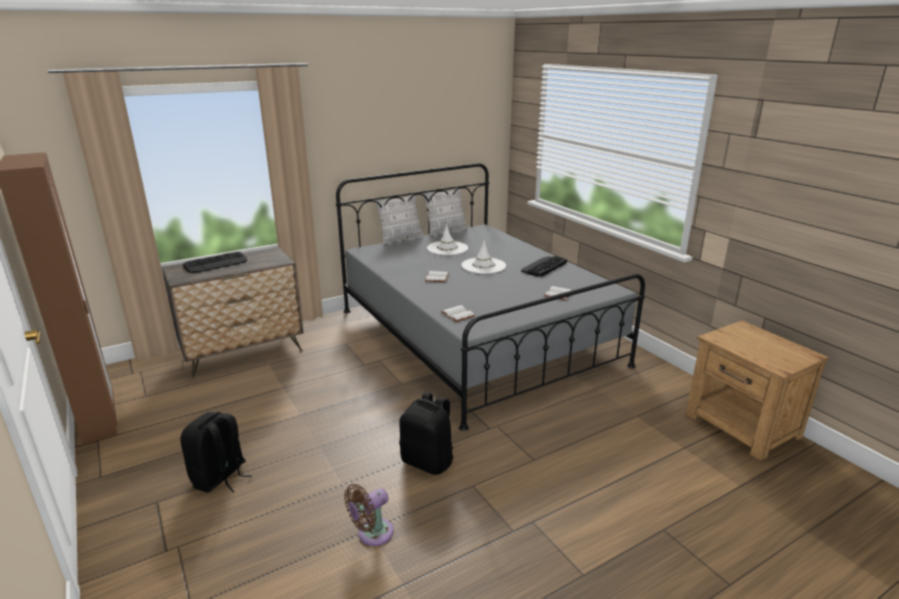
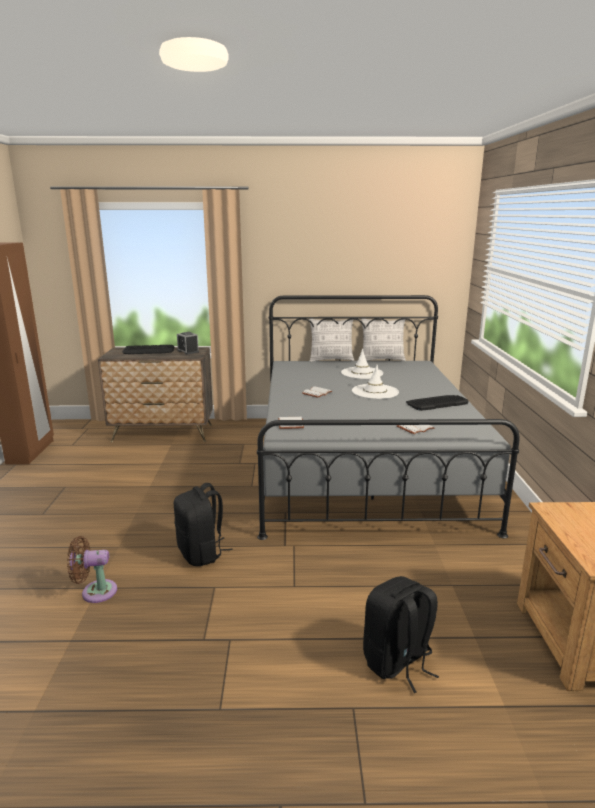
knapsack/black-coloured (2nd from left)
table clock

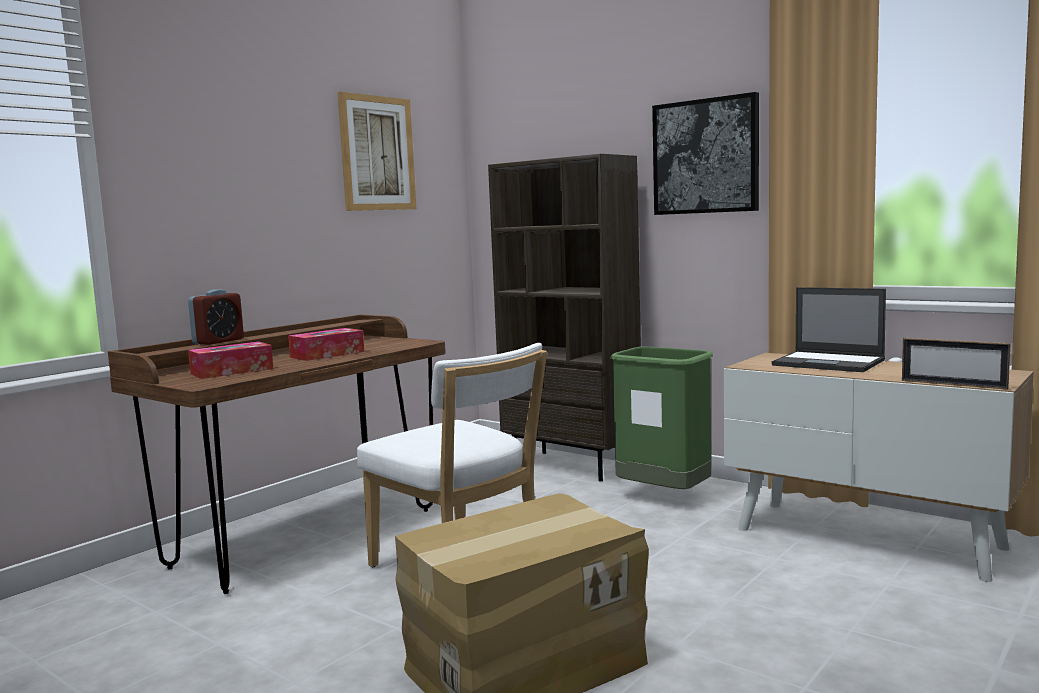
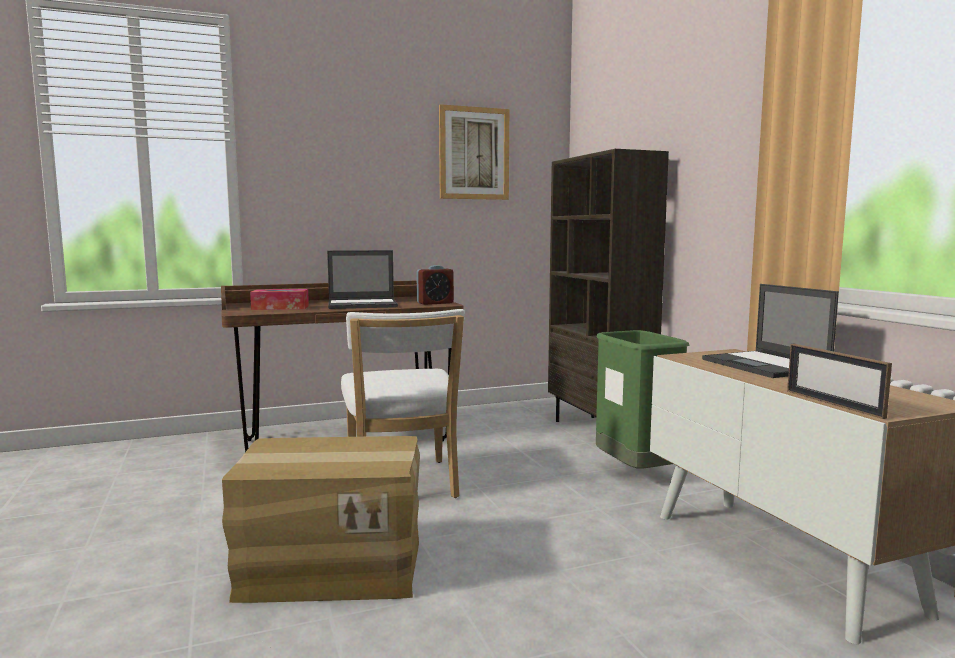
table clock
laptop (1st from left)
wall picture (2nd from left in the first image)

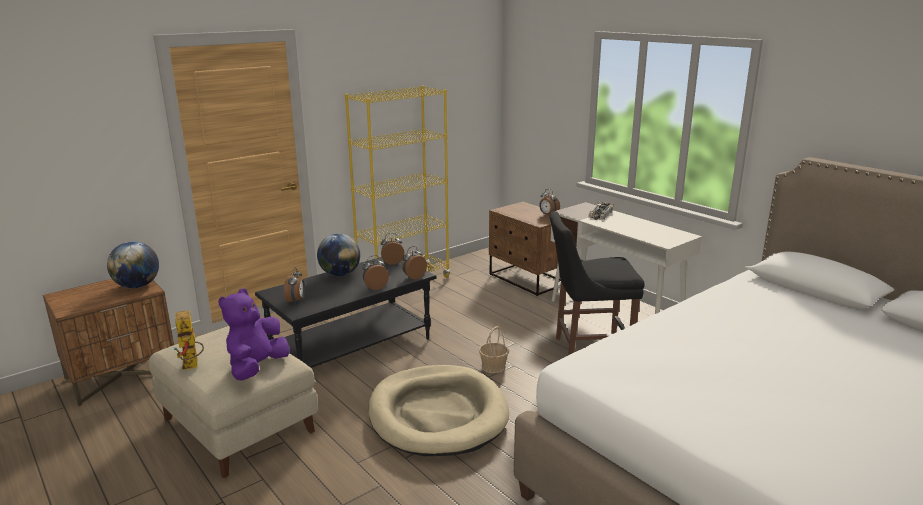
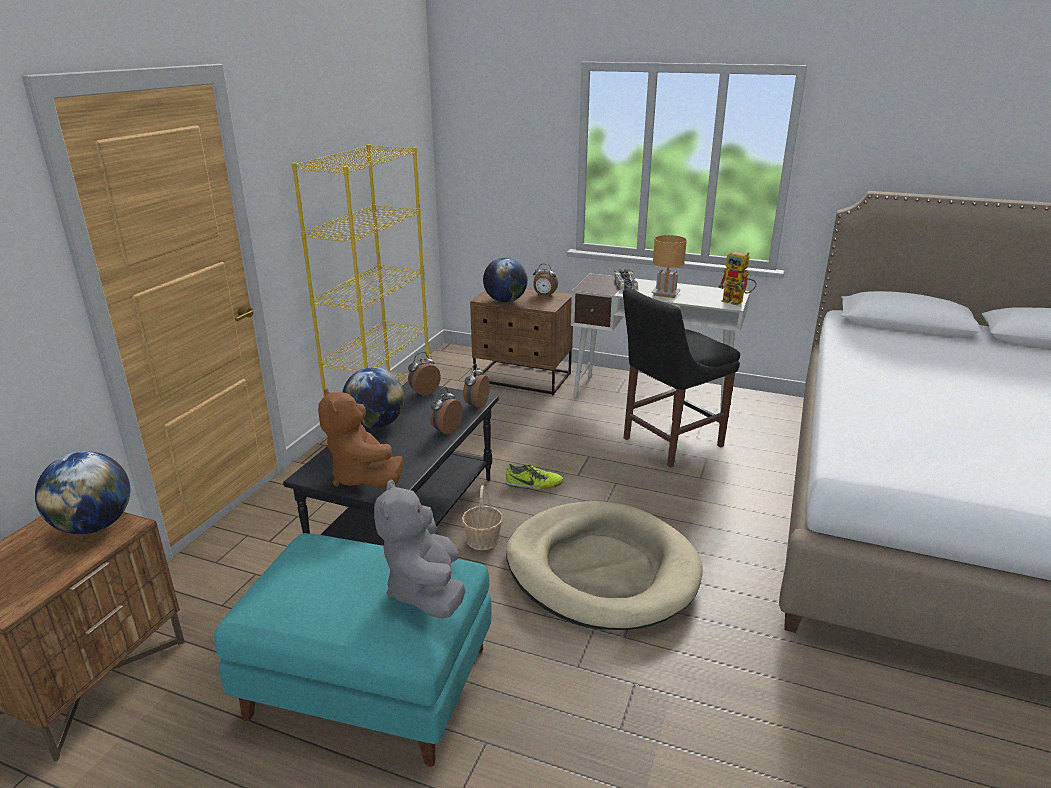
pouffe/turquoise-coloured
robot figure
soft toy/gray
soft toy/brown
household basket
desk globe (3rd from left)
shoe
lamp for a table/brown

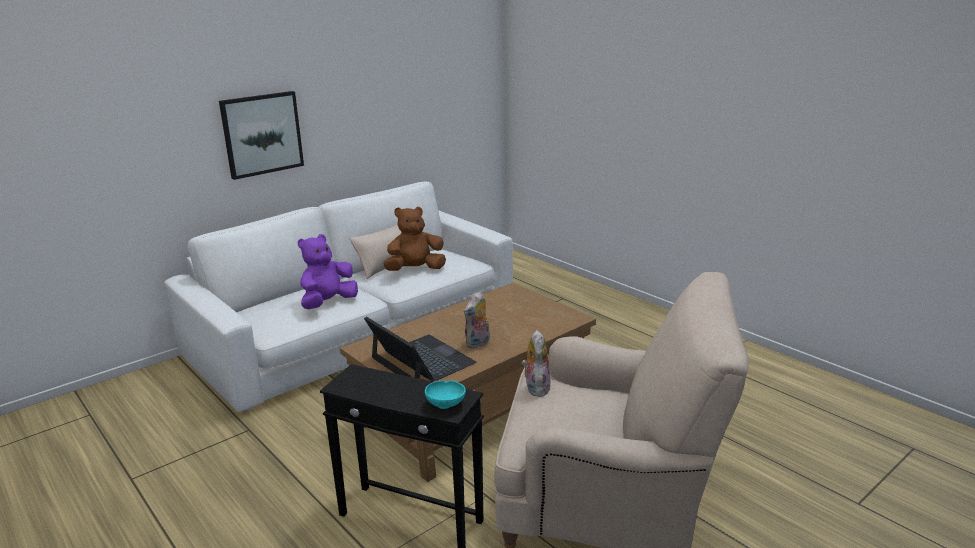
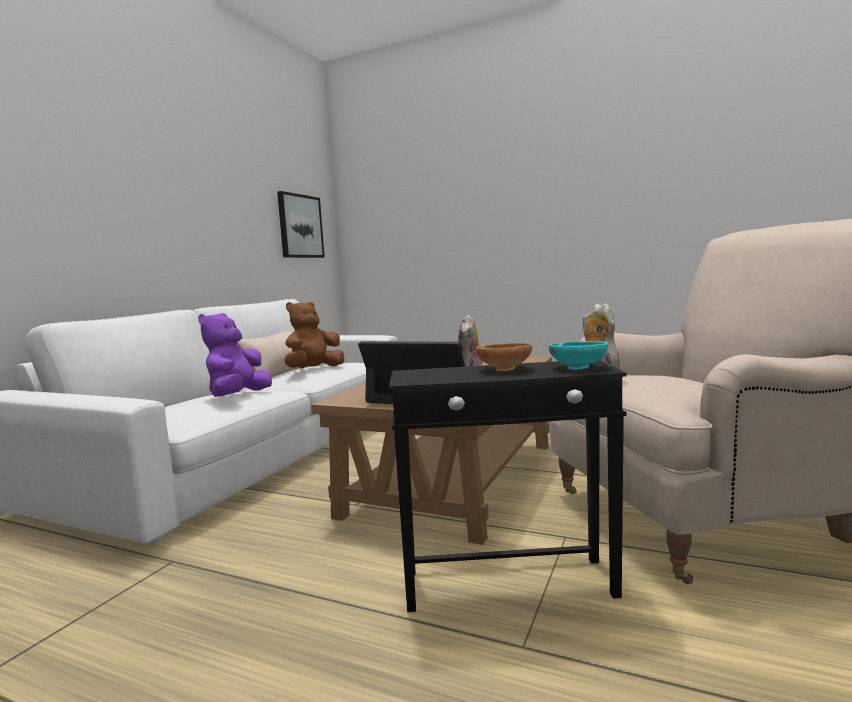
wall picture
serving bowl/brown

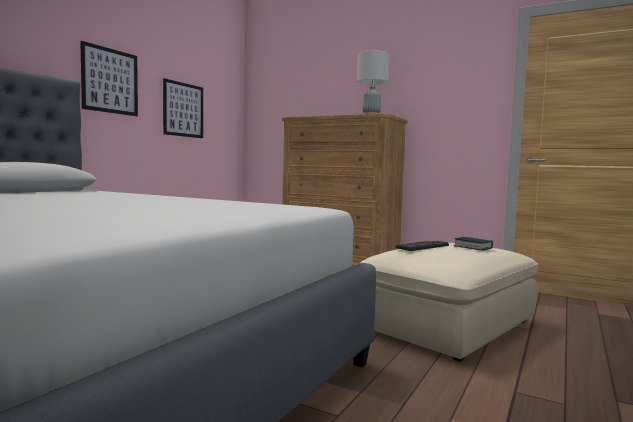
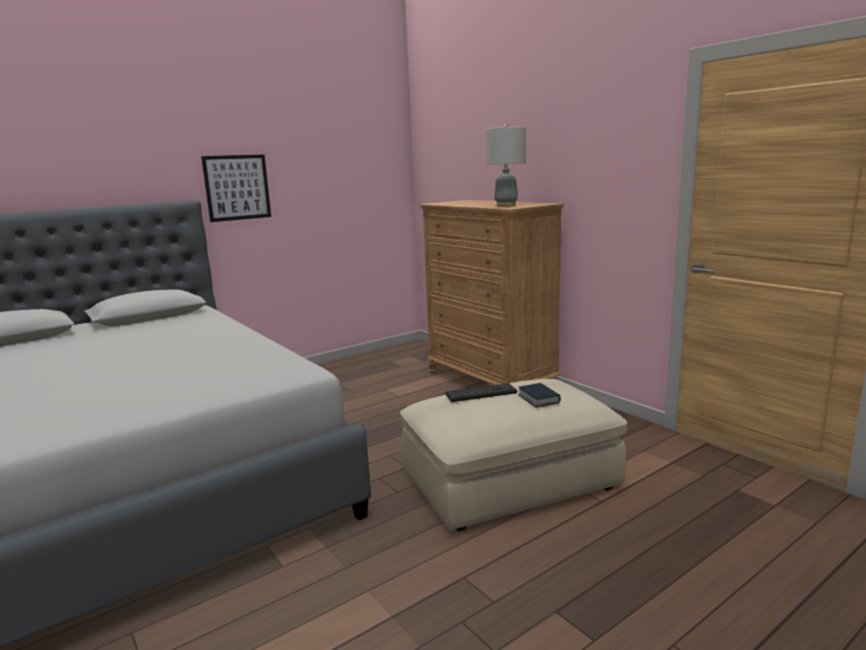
wall picture (2nd from left in the first image)

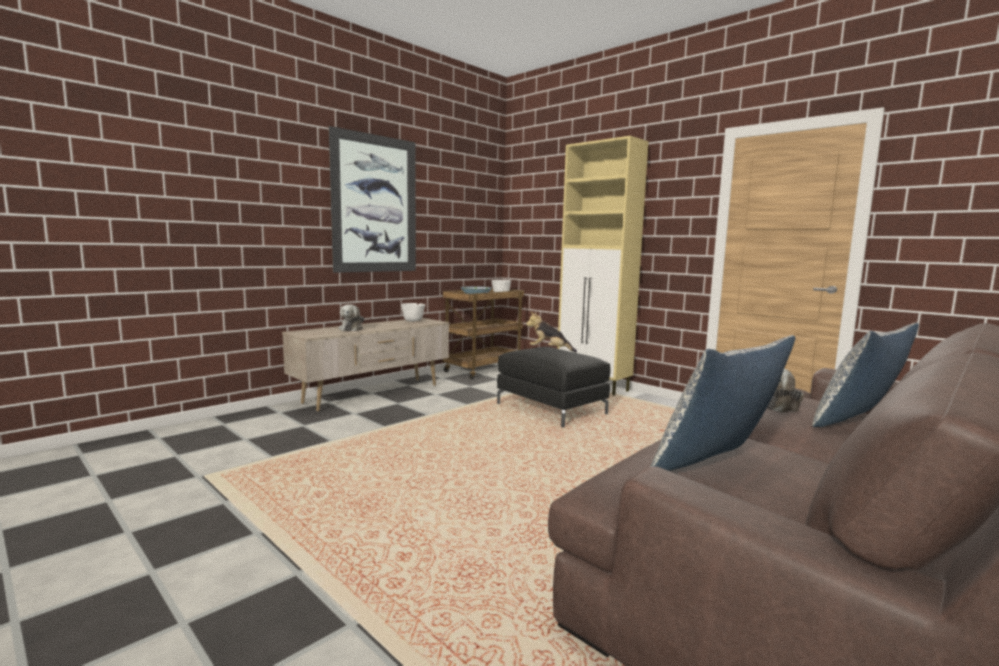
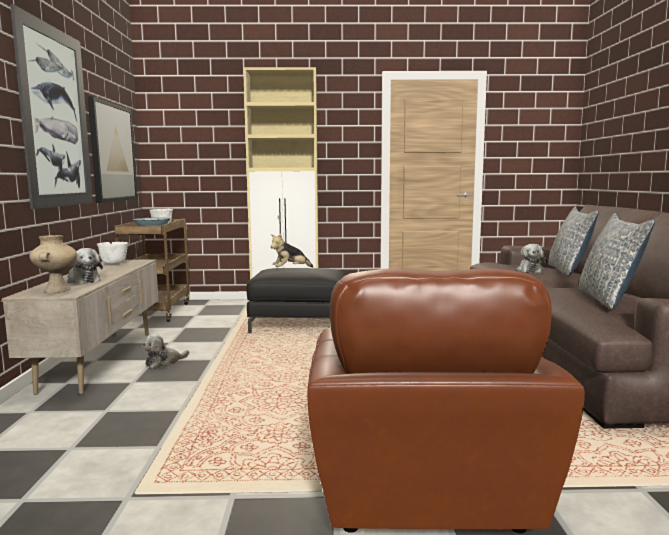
vase/beige-coloured
wall picture (2nd from left)
soft toy (2nd from left)
armchair/brown

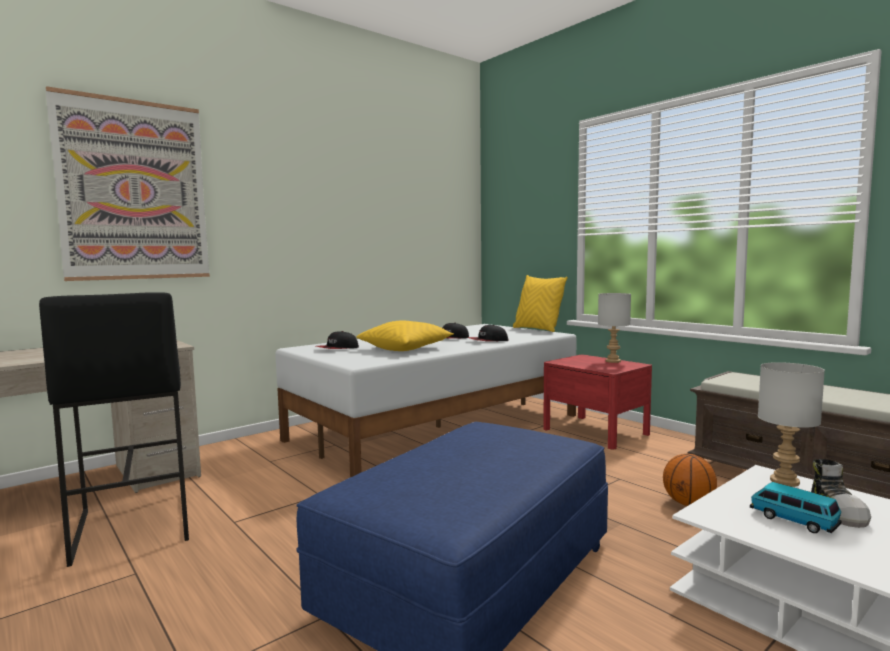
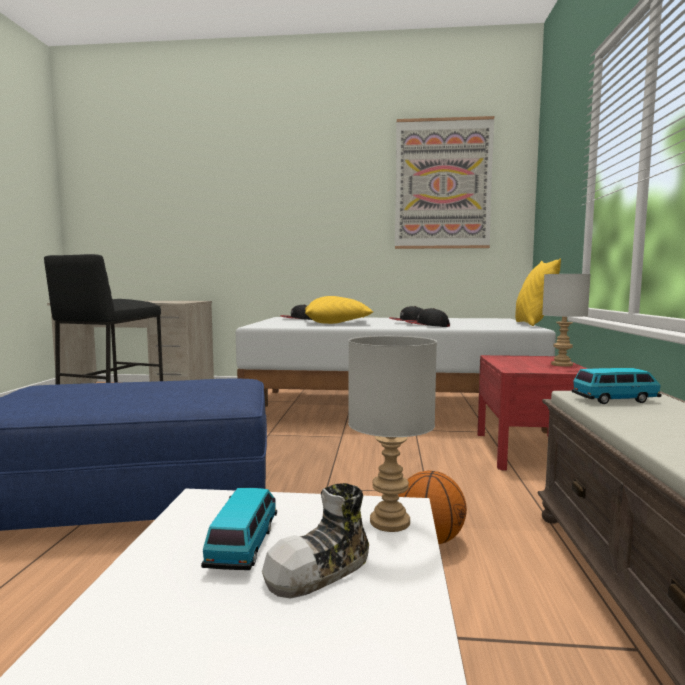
wall picture
toy car (2nd from left)

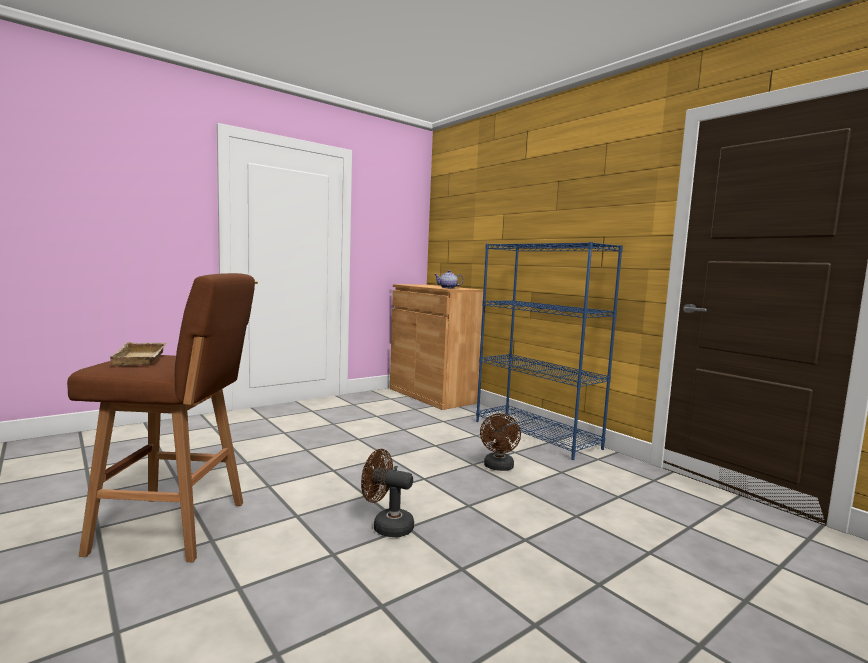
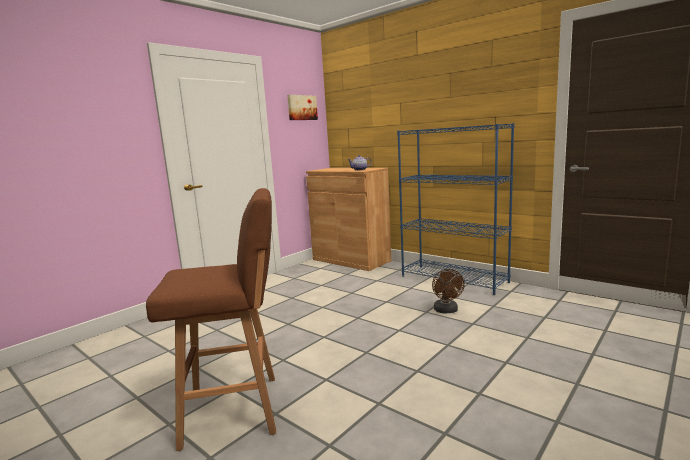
tray/beige-coloured
fan/brown (1st from left in the first image)
wall picture

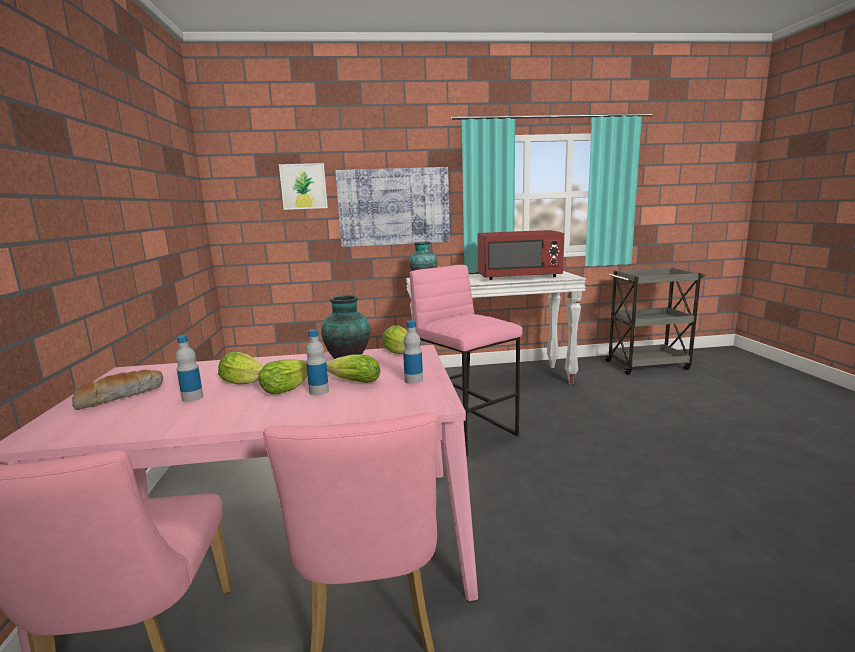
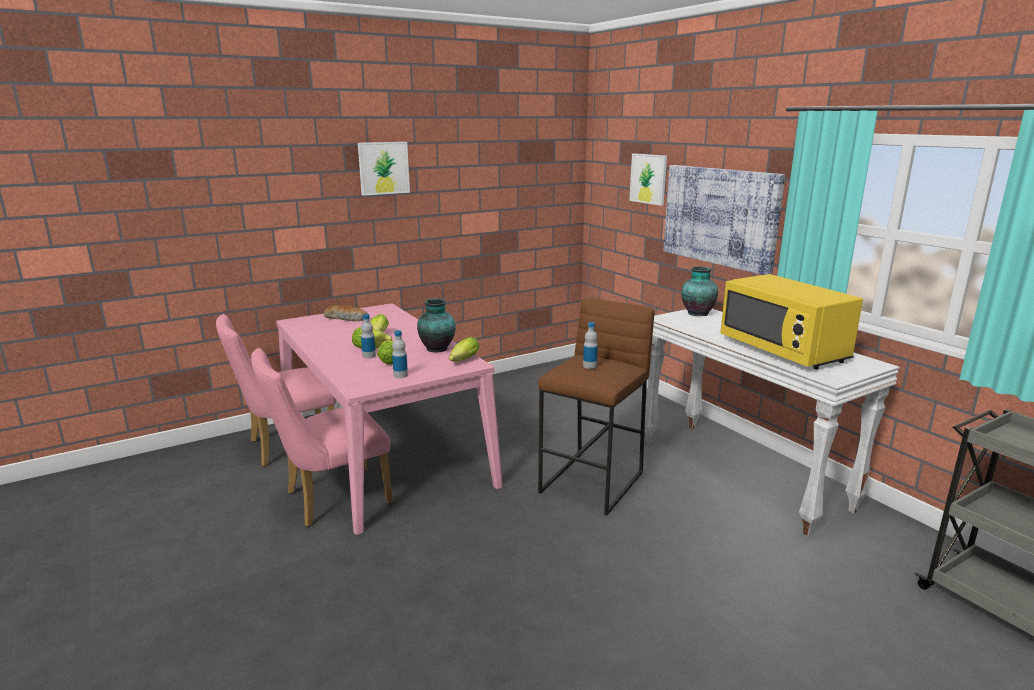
drink bottle (3rd from left)
stool seat/brown
microwave/yellowish
wall picture (1st from left)

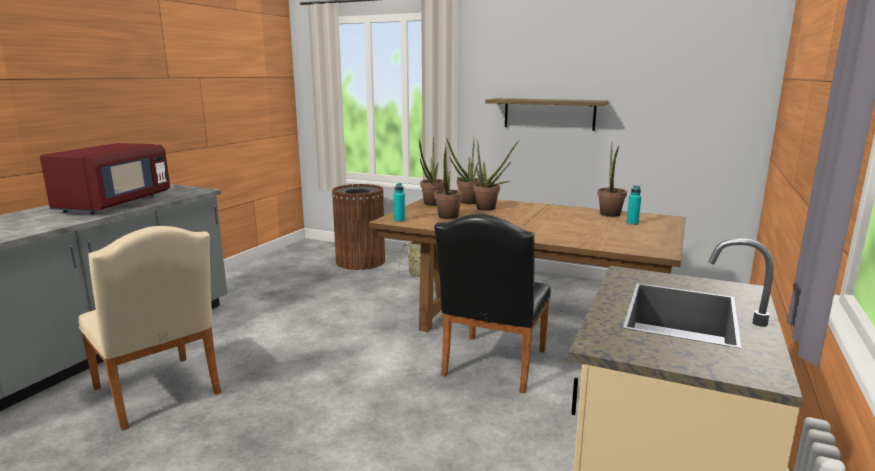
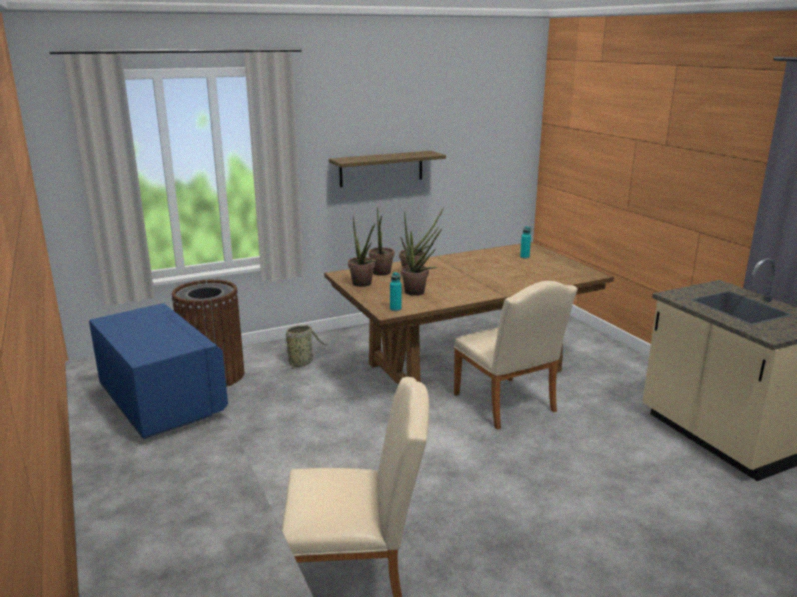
microwave/blue
plain chair/beige-coloured (2nd from left)
plant in a pot (5th from left in the first image)

